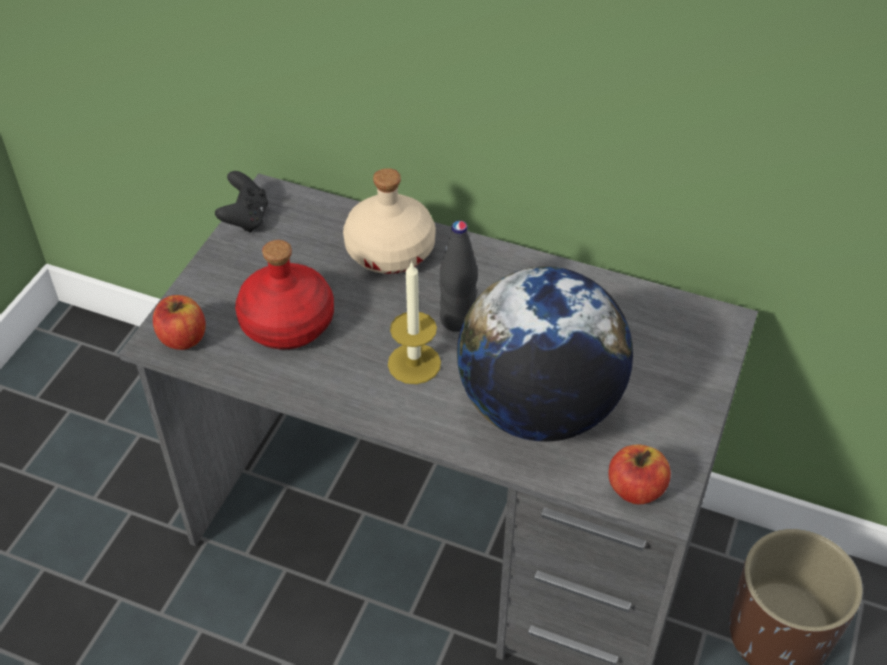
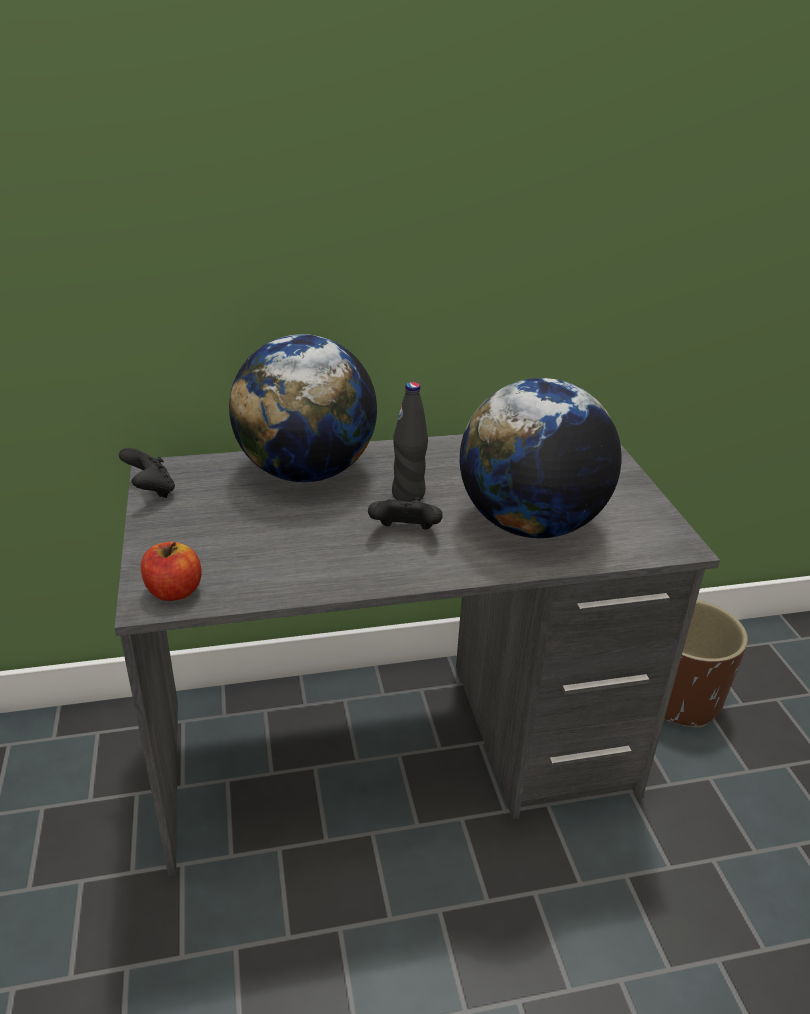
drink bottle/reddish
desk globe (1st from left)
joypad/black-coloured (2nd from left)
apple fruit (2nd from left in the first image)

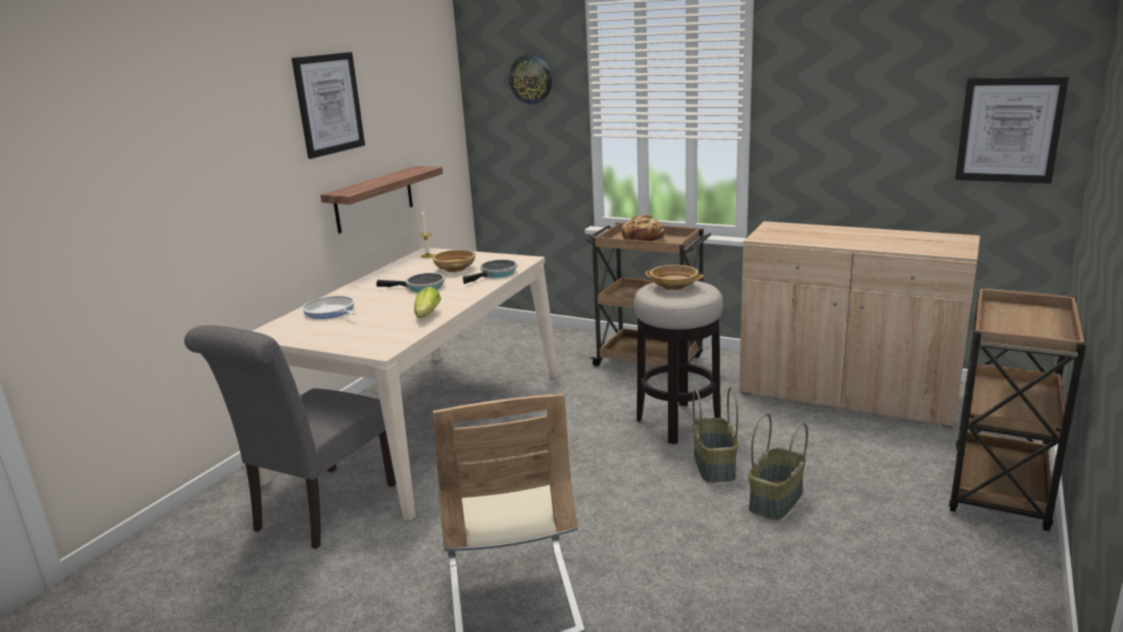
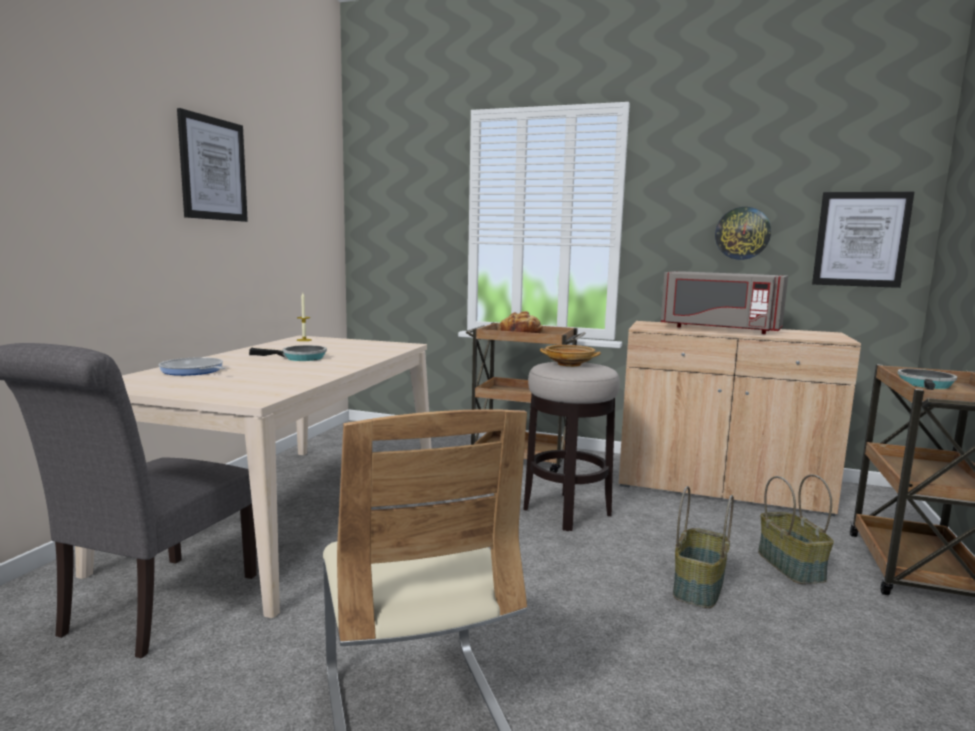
wall shelf
head of lettuce
serving bowl/beige-coloured (1st from left in the first image)
skillet (3rd from left)
clock on the wall
household basket (2nd from left)
microwave/gray

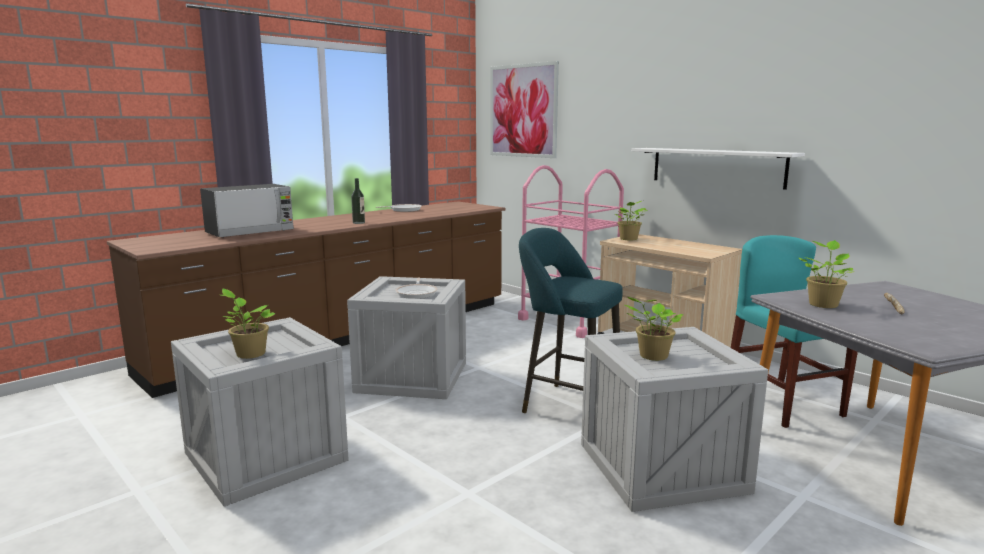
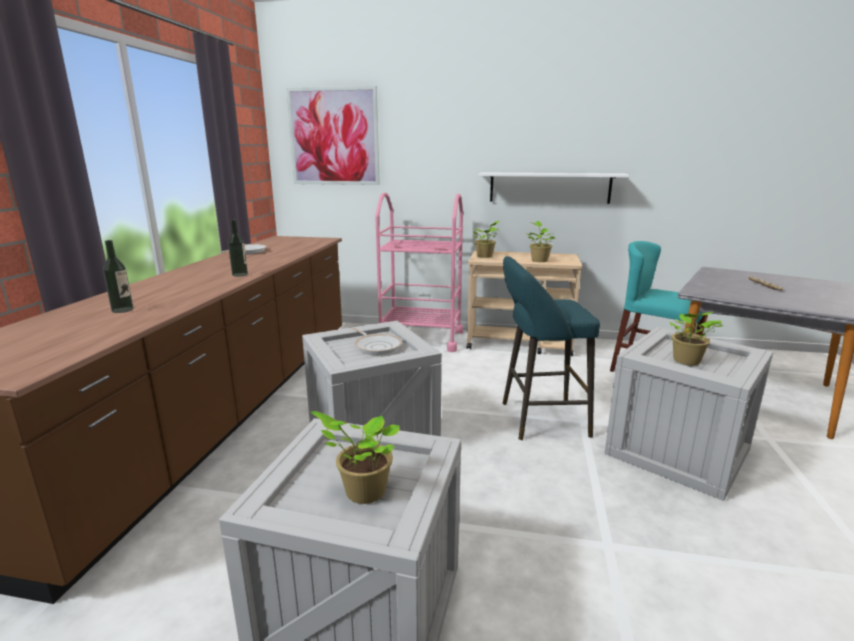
drink bottle (1st from left)
plant in a pot (3rd from left)

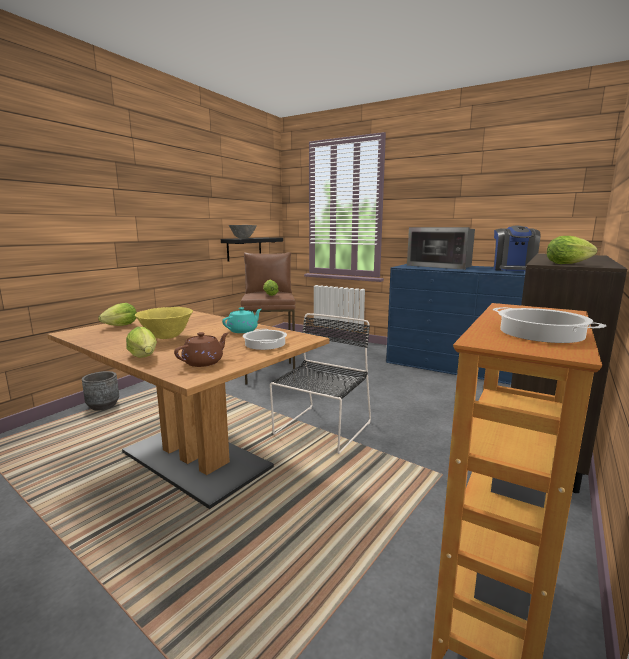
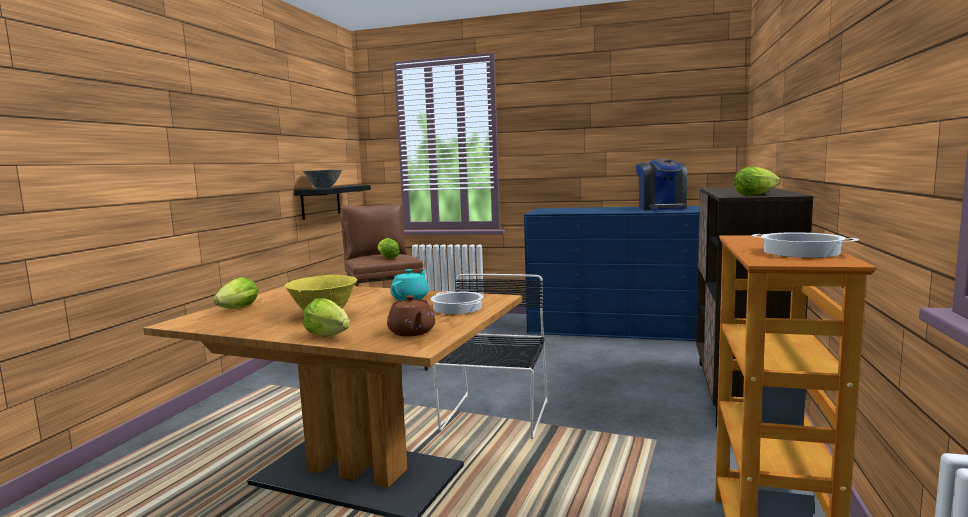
planter/gray
pot for tea/brown
microwave

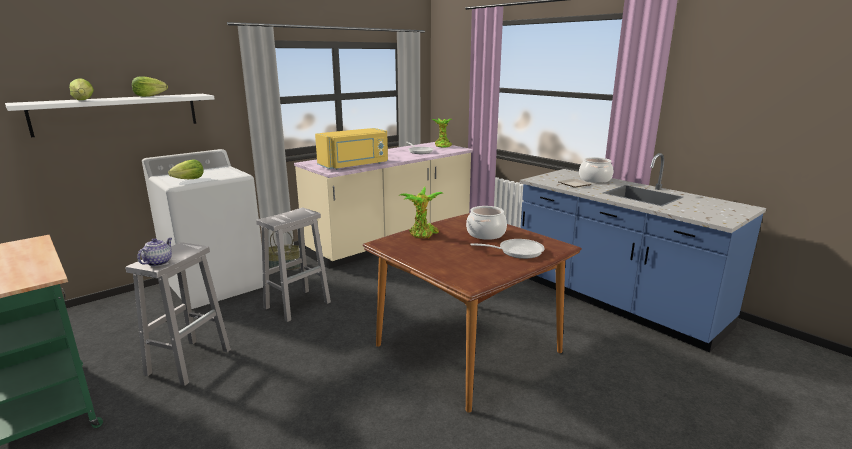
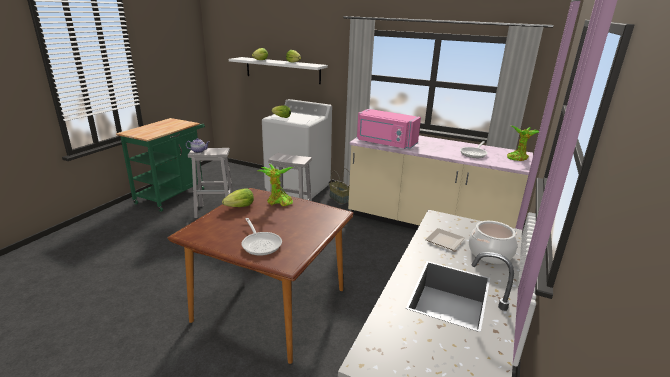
microwave/pink
stockpot (1st from left in the first image)
head of lettuce (1st from left)

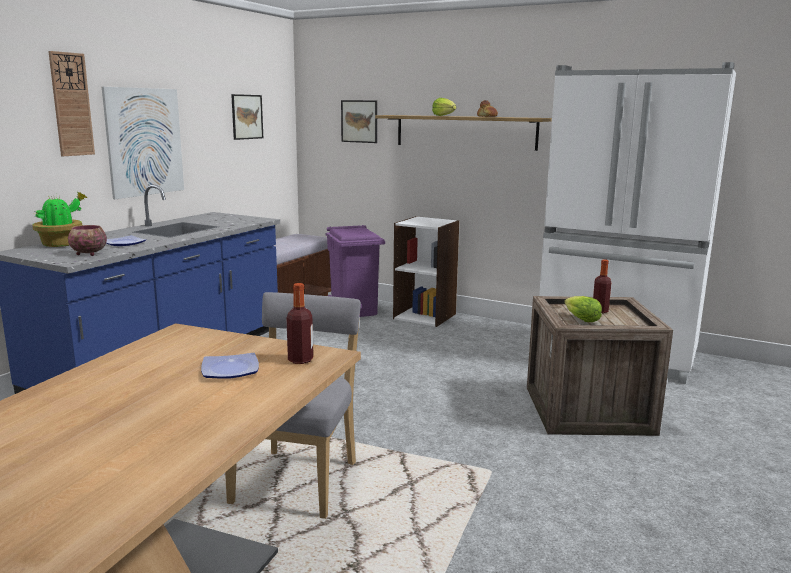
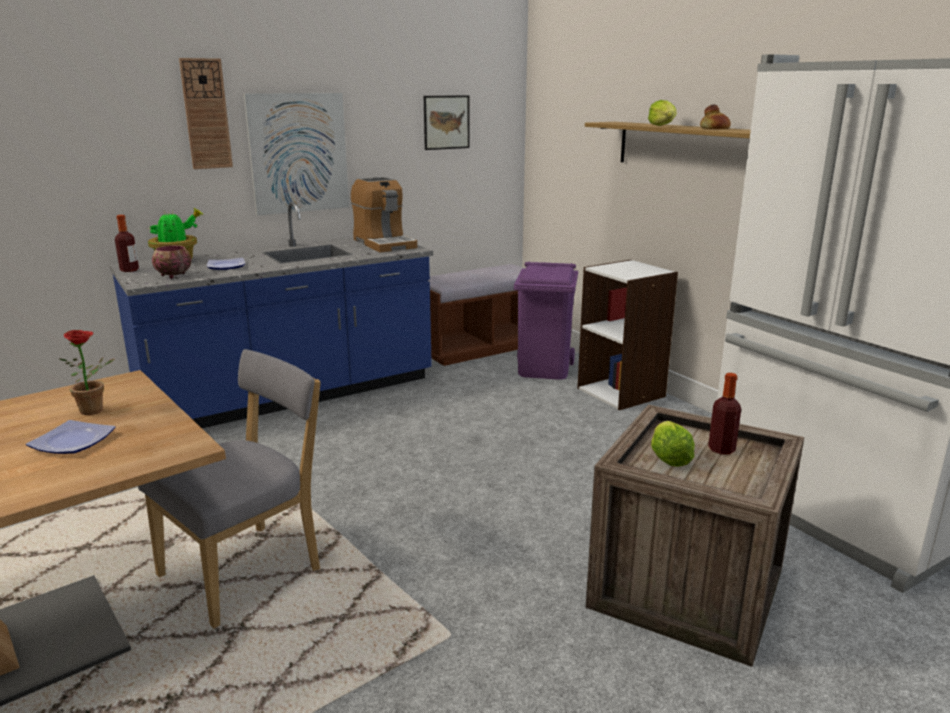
drink bottle (1st from left)
wall picture (3rd from left in the first image)
plant in a pot (1st from left)
coffee machine

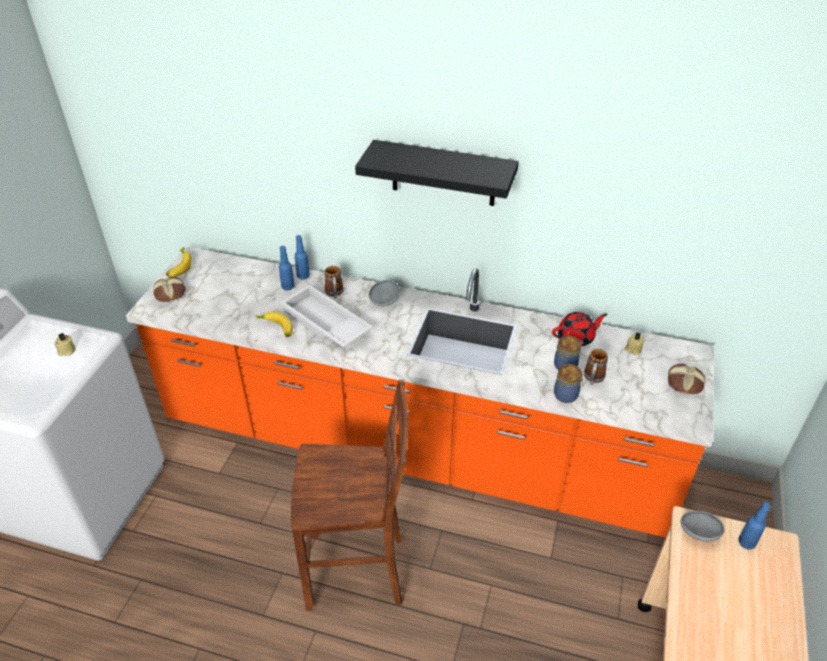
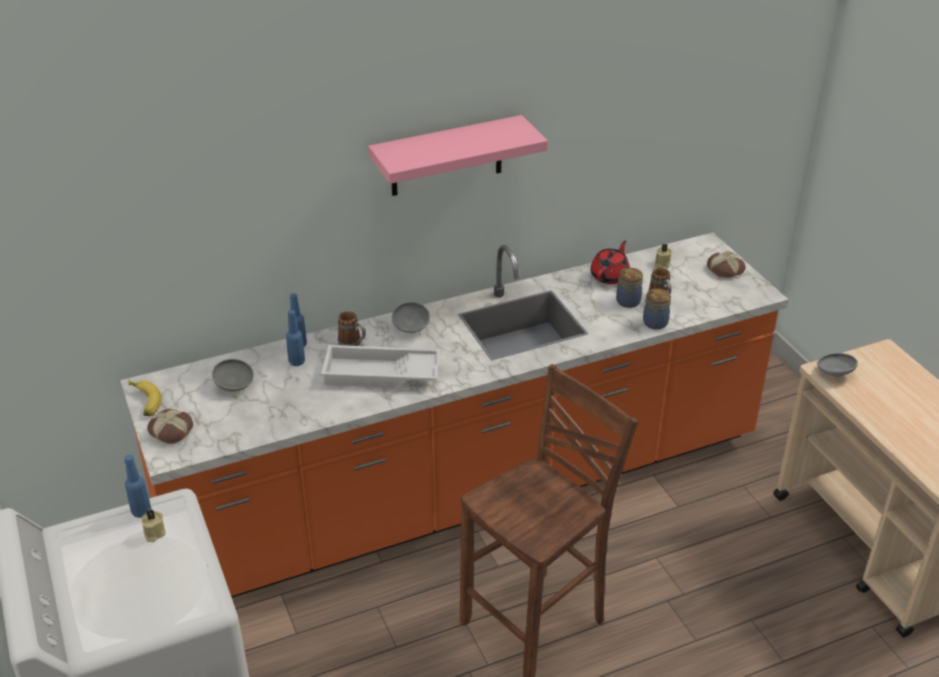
banana (2nd from left in the first image)
wall shelf/pink
drink bottle/blue (1st from left)
serving bowl/gray (1st from left)

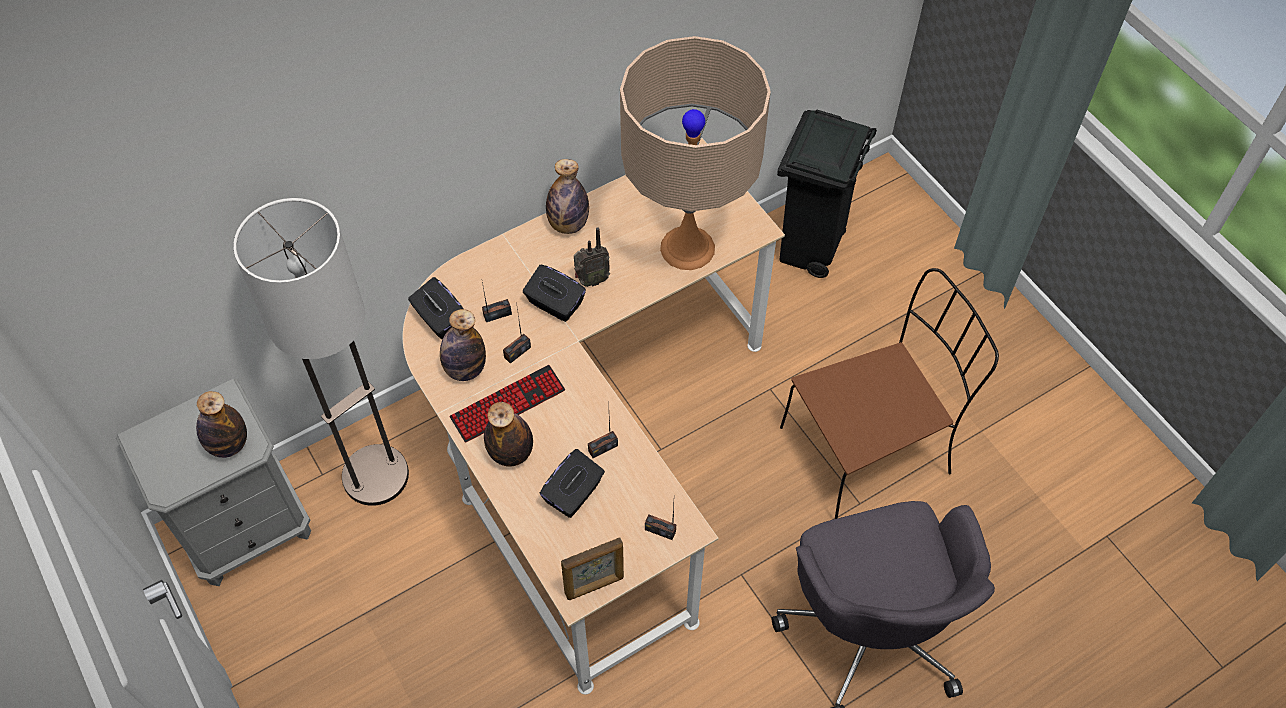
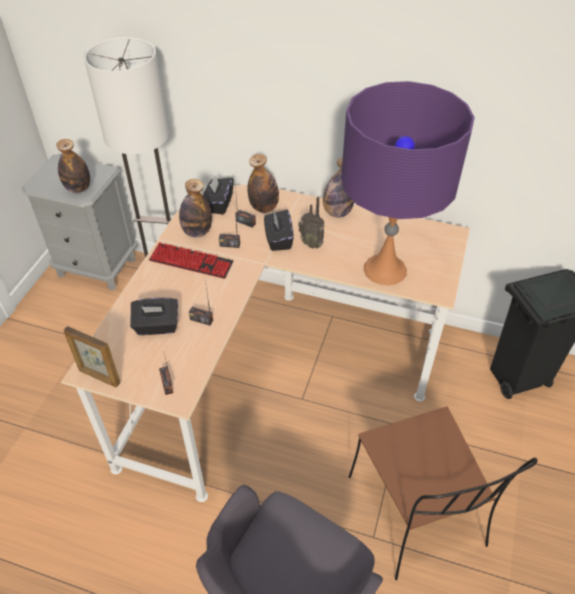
drink bottle (3rd from left)
lamp for a table/purple
plain chair/brown

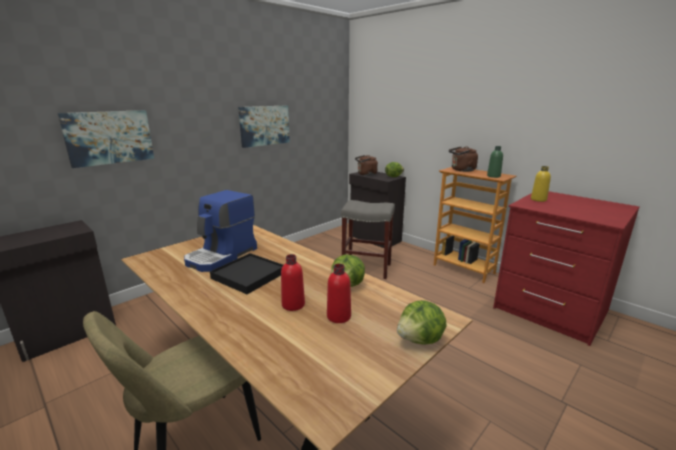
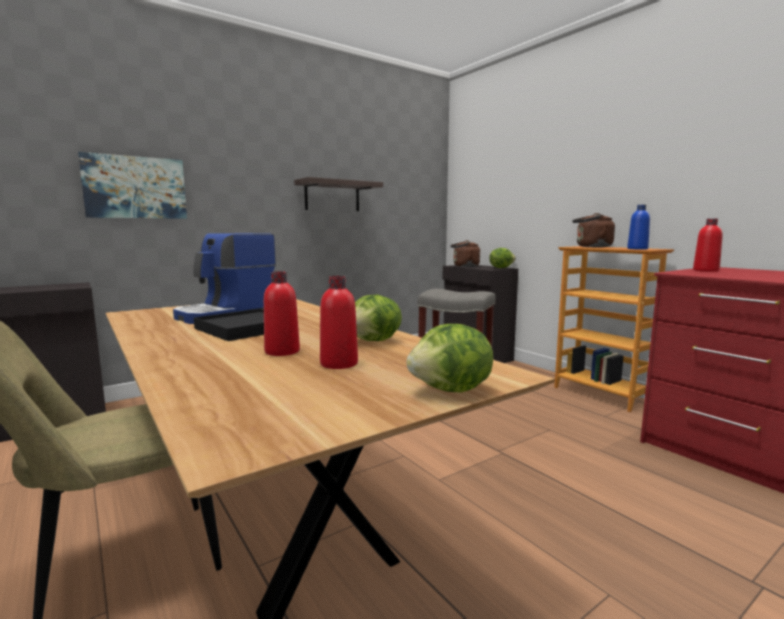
wall shelf
drink bottle/blue
drink bottle/reddish (3rd from left)

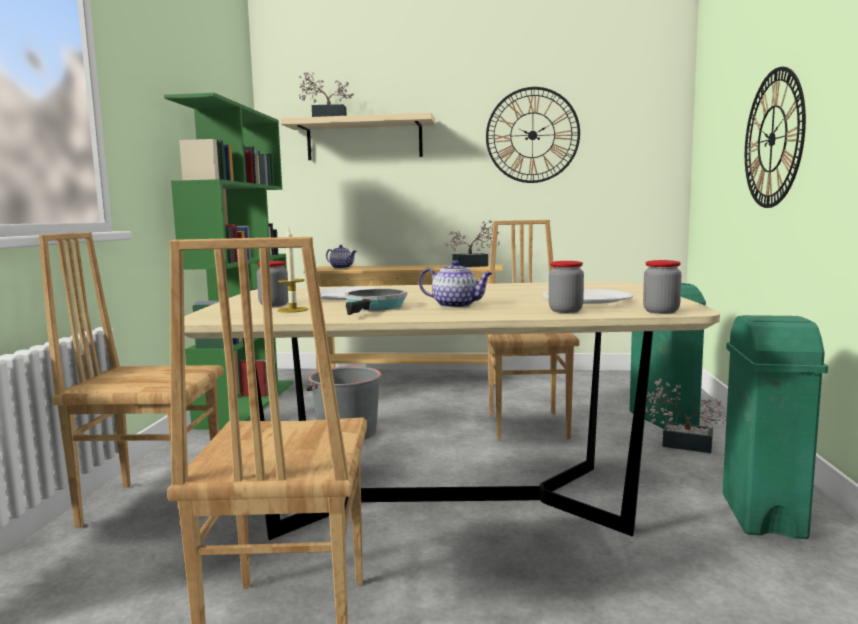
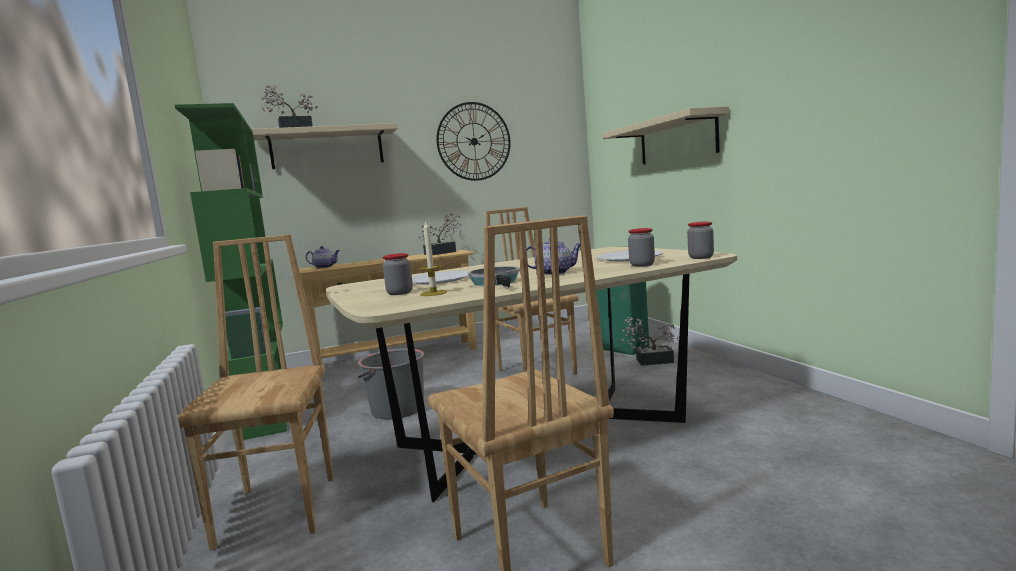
plain chair/brown (1st from left)
rubbish bin/green (2nd from left in the first image)
wall shelf/beige-coloured (2nd from left)

